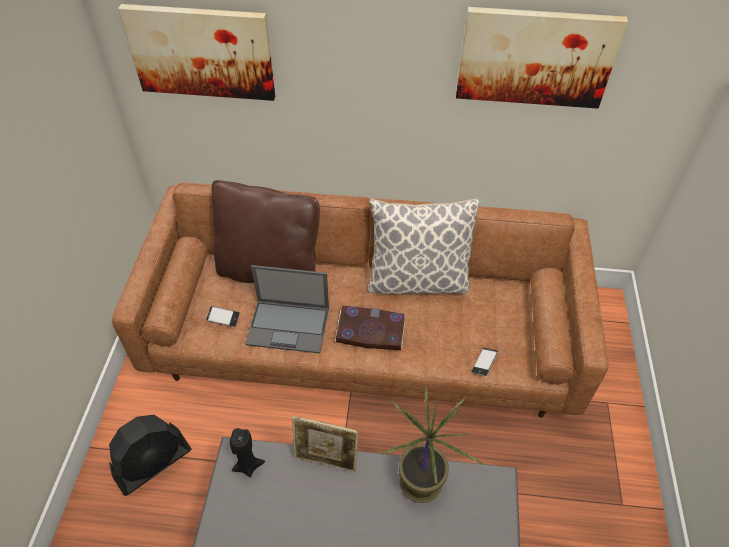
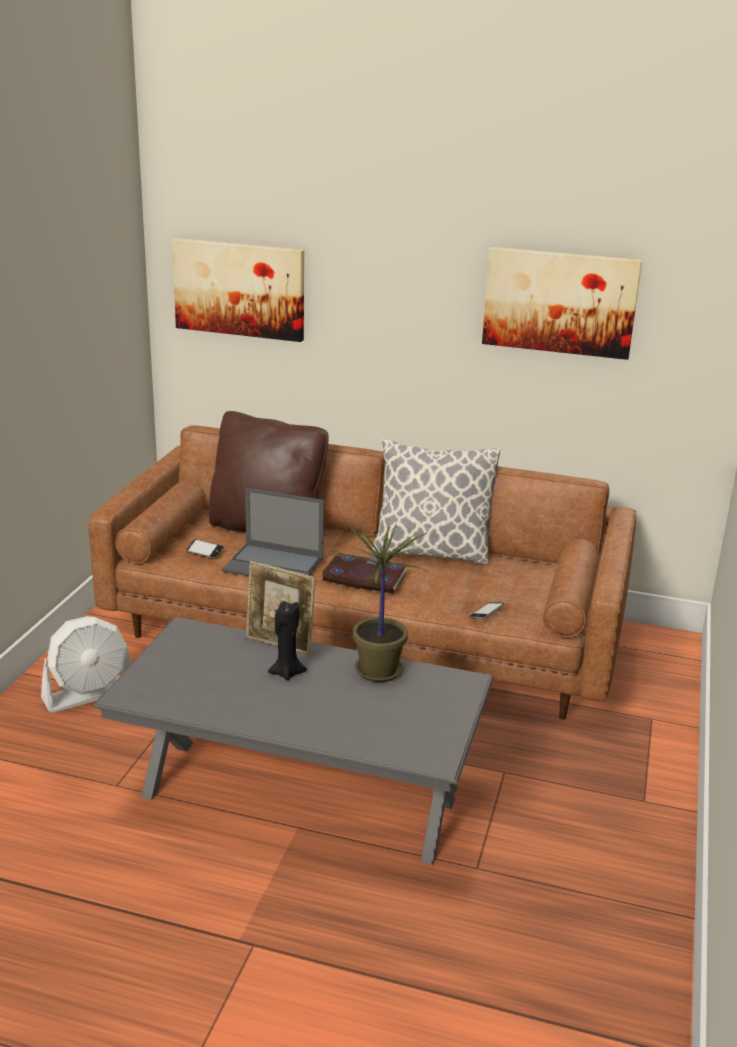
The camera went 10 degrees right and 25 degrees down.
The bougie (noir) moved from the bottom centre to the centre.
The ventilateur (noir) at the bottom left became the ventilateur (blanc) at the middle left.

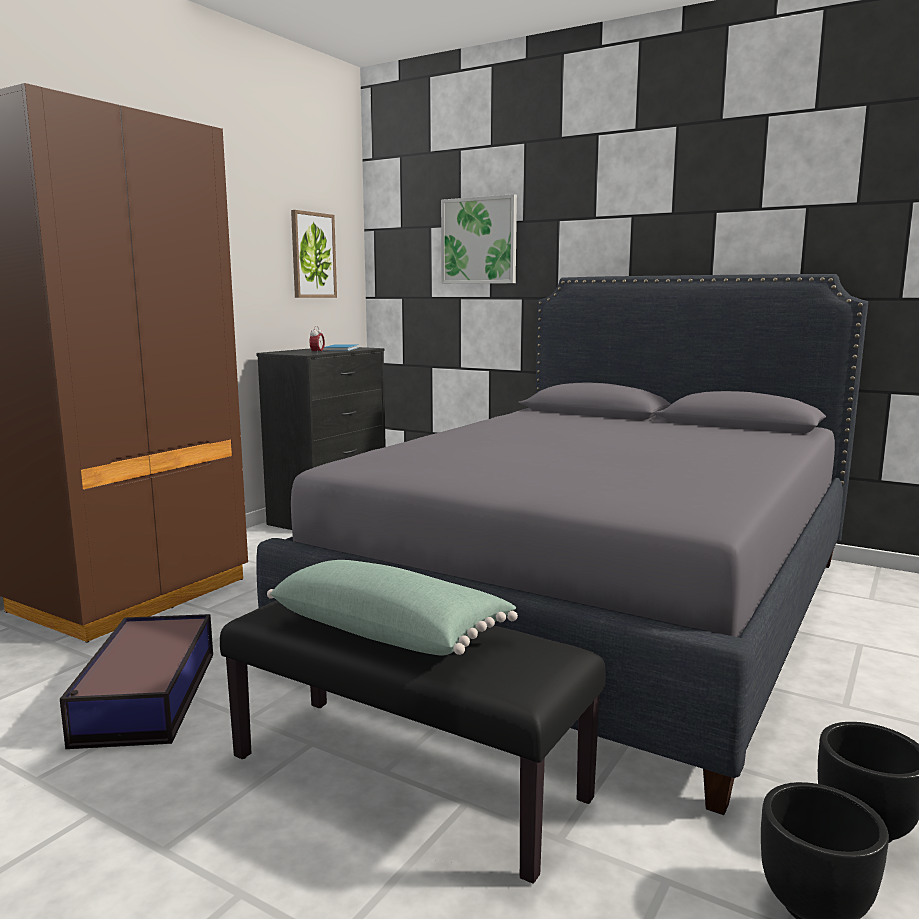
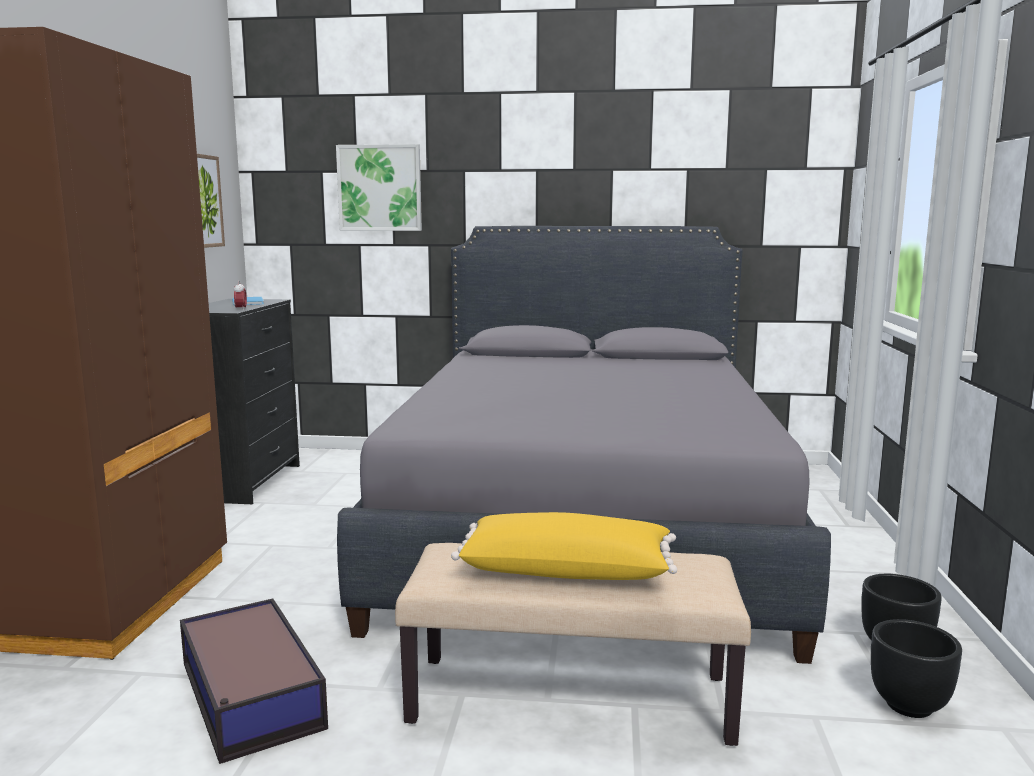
The camera went 25 degrees left and 0 degrees up.
The banc (noir) at the bottom centre became the banc (beige) at the bottom centre.
The coussin (vert) at the centre became the coussin (jaune) at the bottom centre.

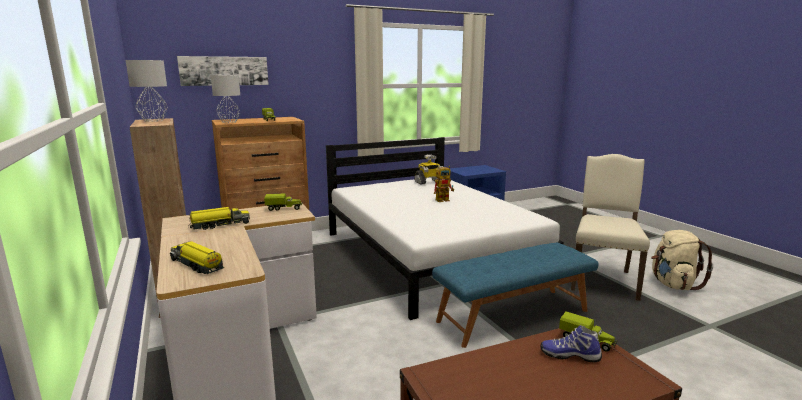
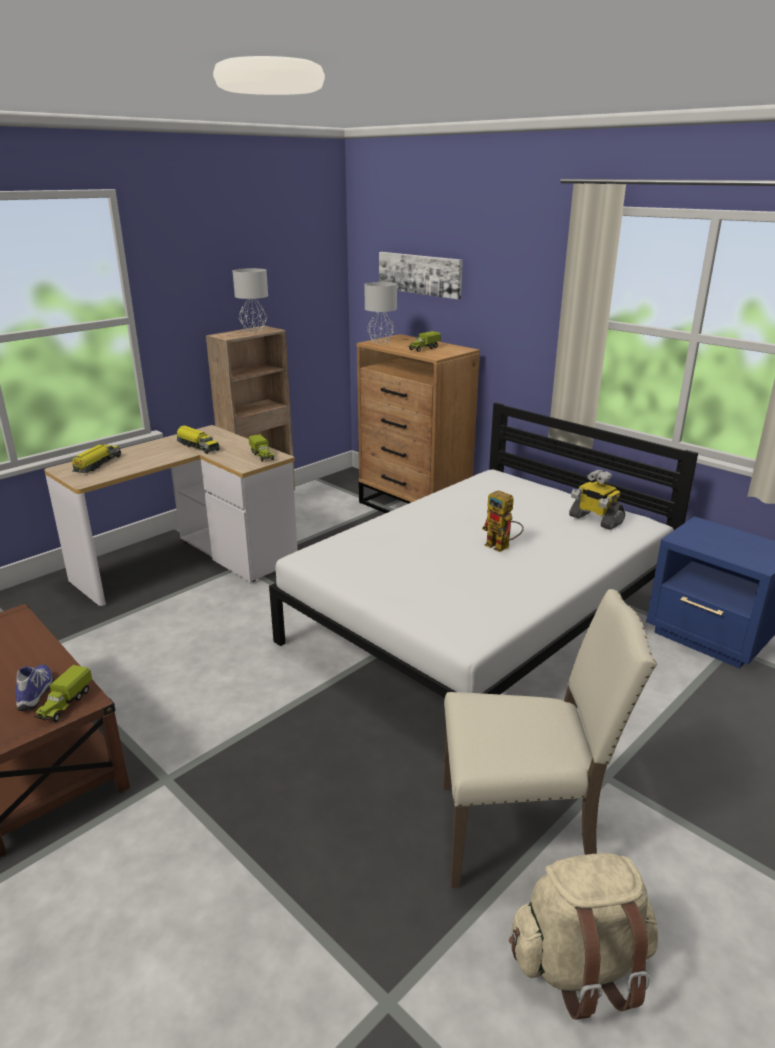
The camera went 70 degrees right and 10 degrees up.
The banc (bleu) at the bottom centre disappeared.

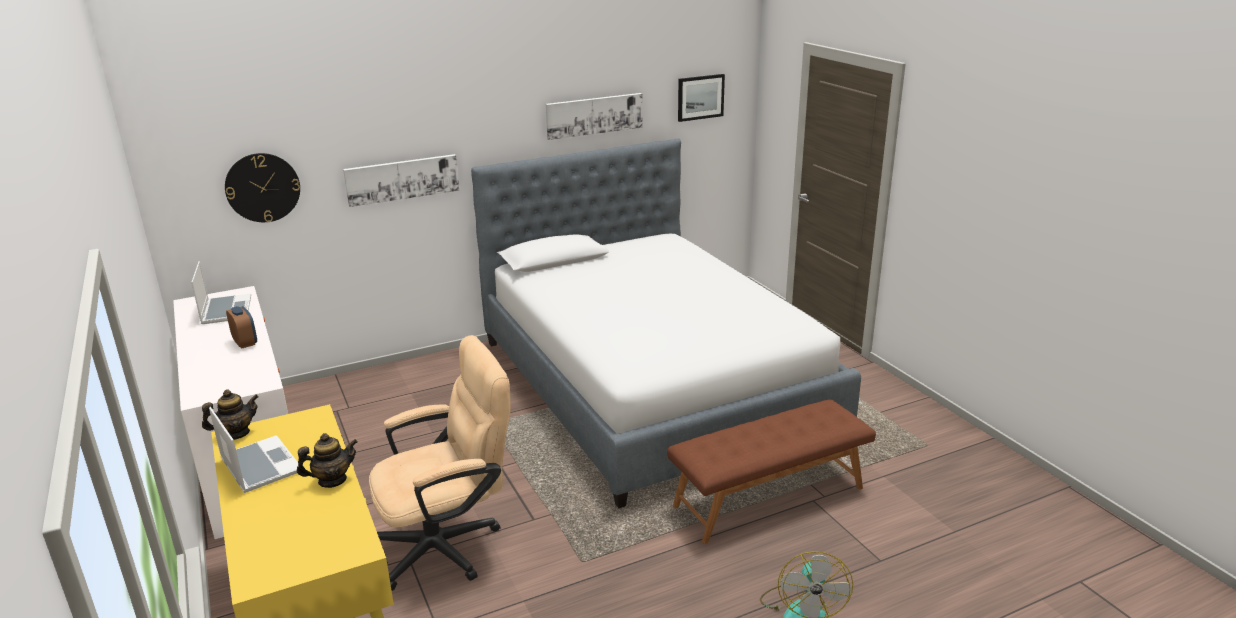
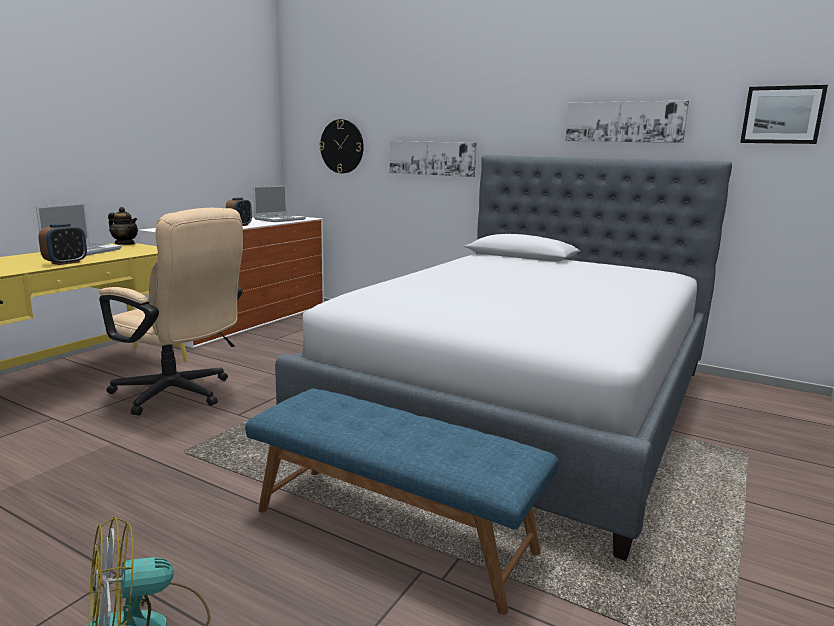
The camera went 55 degrees right and 10 degrees down.
The théière (no. 2 from left) at the bottom left was replaced by the réveil (no. 1 from left) at the middle left.
The banc (marron) at the bottom centre became the banc (bleu) at the bottom centre.

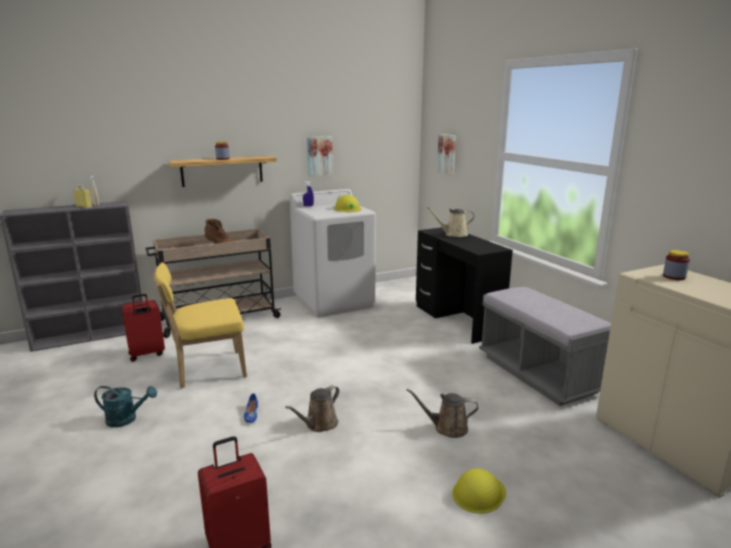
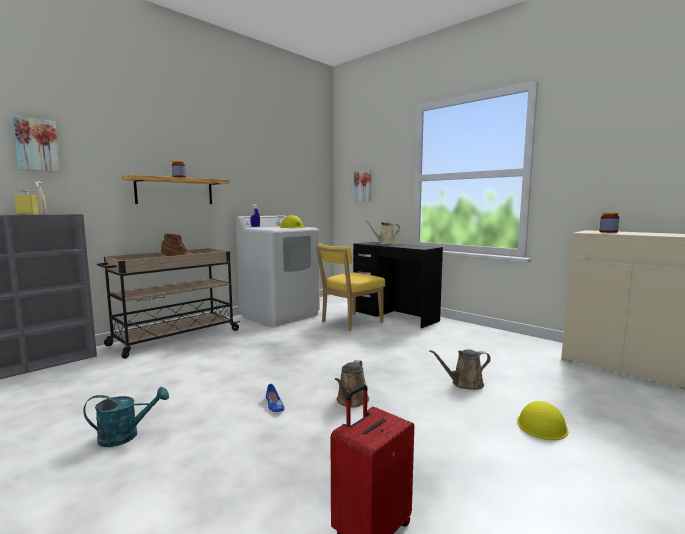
The camera went 20 degrees left and 10 degrees down.
The valise (rouge) (no. 1 from left) at the middle left disappeared.
The banc (gris) at the middle right disappeared.
The chaise (jaune) moved from the middle left to the centre.
The tableau (no. 1 from left) moved from the top centre to the top left.

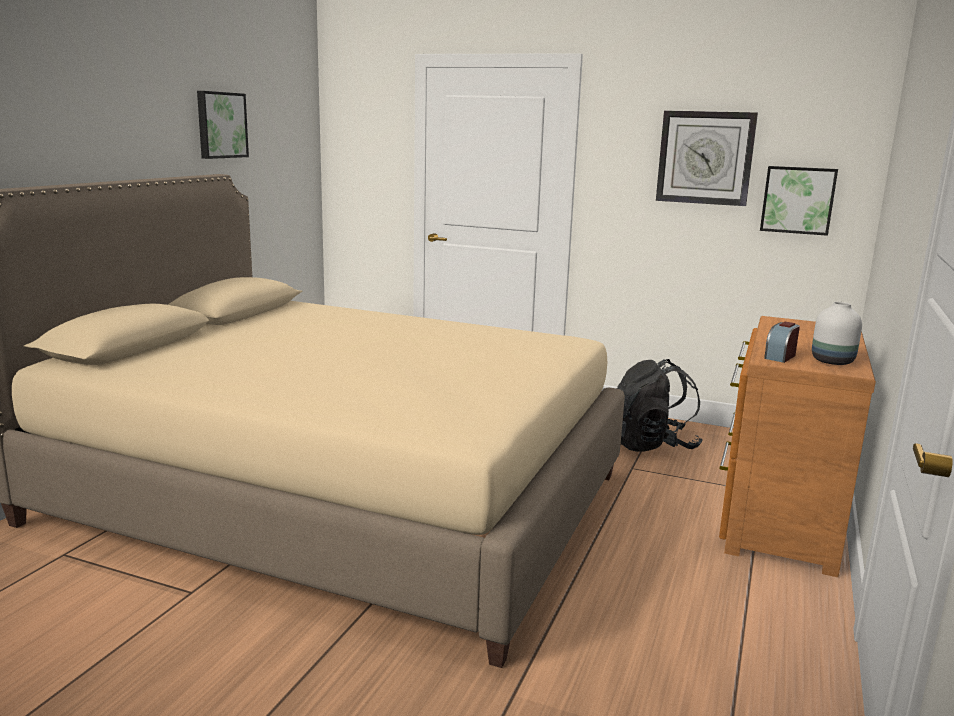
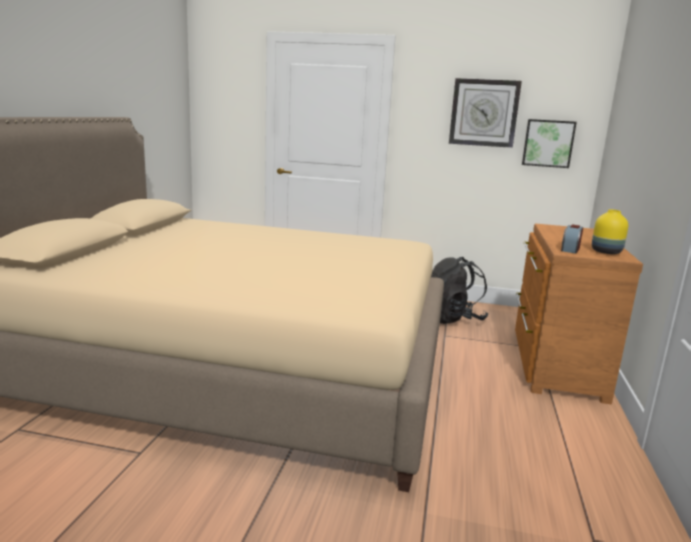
The camera went 10 degrees left and 0 degrees up.
The tableau (no. 1 from left) at the top left disappeared.
The vase (blanc) at the middle right became the vase (jaune) at the middle right.

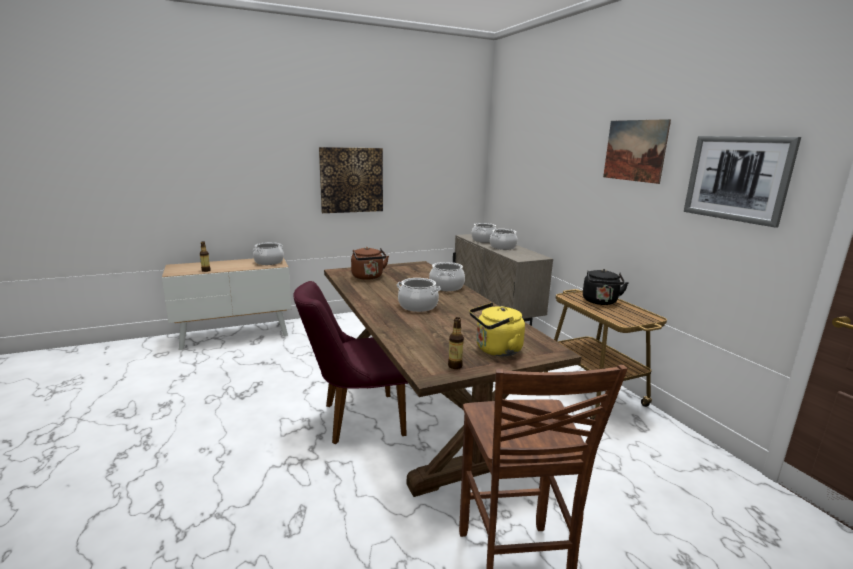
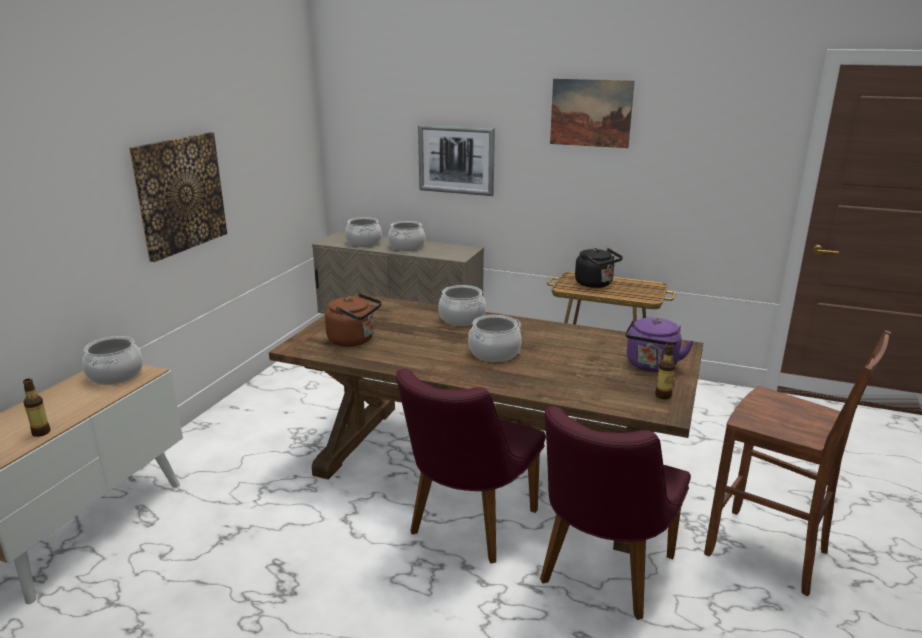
The camera went 45 degrees left and 5 degrees up.
The chaise (violet) (no. 2 from left) at the bottom right appeared.
The tableau (no. 3 from left in the first image) moved from the top right to the top centre.
The bouilloire (jaune) at the centre became the bouilloire (violet) at the middle right.

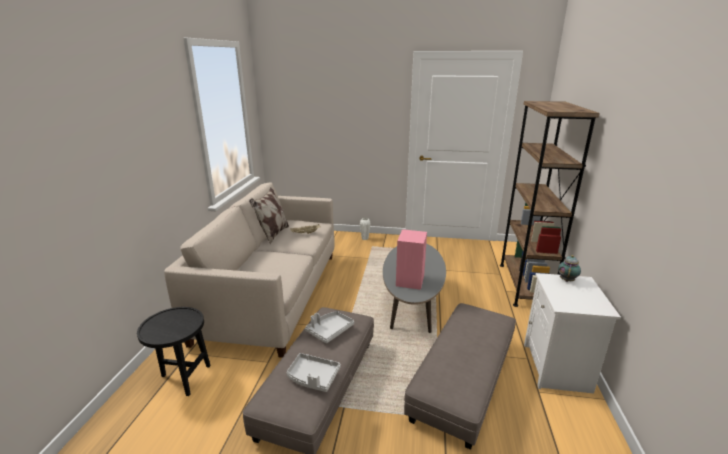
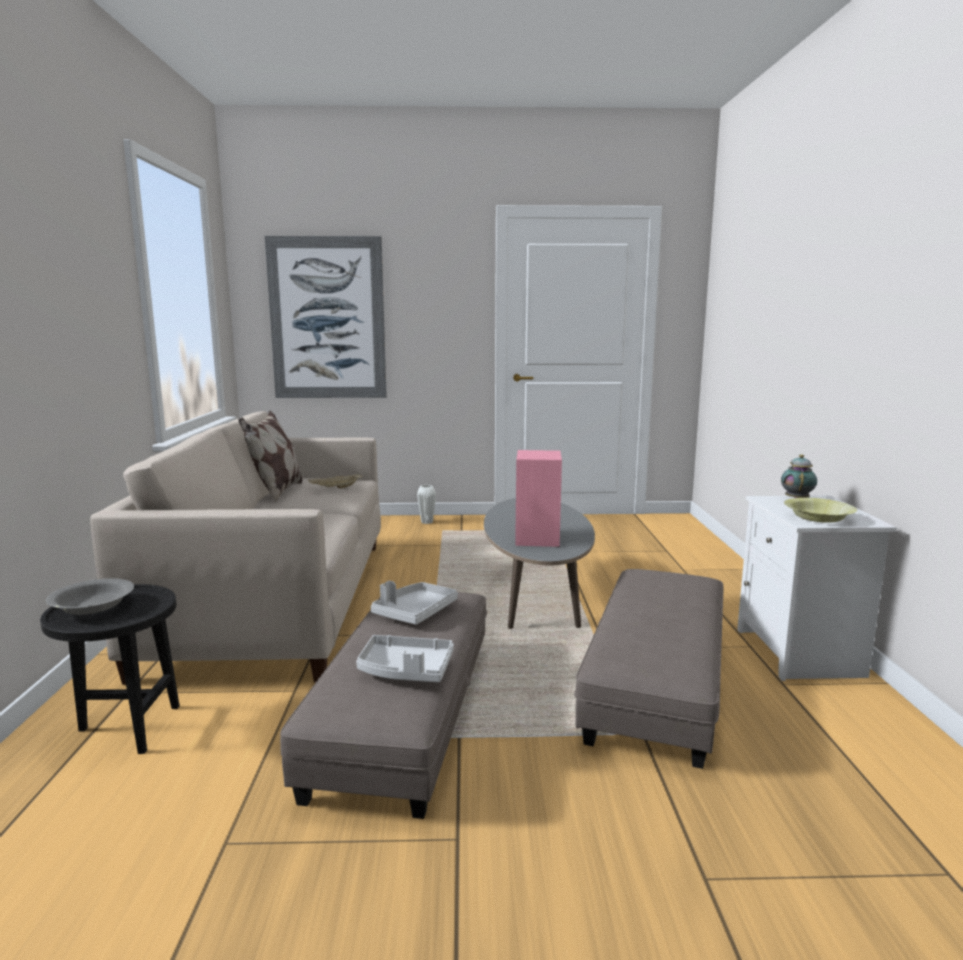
The camera went 10 degrees left and 10 degrees down.
The bibliothèque (marron) at the middle right disappeared.
The bol (gris) at the middle left appeared.
The tableau at the top centre appeared.
The bol (jaune) at the middle right appeared.

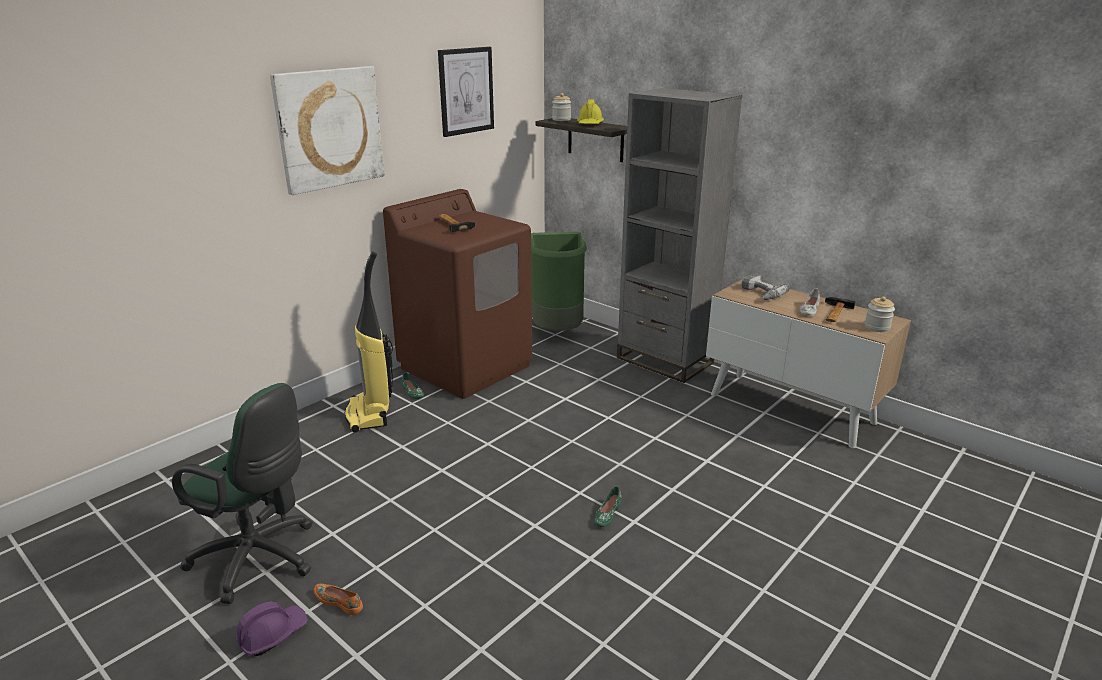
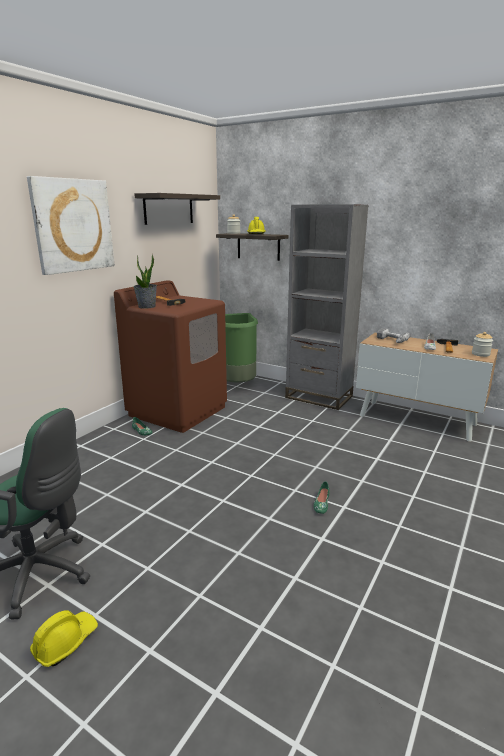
The camera went 10 degrees left and 5 degrees down.
The chaussure (orange) at the bottom left disappeared.
The aspirateur at the centre disappeared.
The plante en pot at the middle left appeared.
The tableau (no. 2 from left) at the top centre was replaced by the étagère (no. 1 from left) at the top centre.
The casque de chantier (violet) at the bottom left became the casque de chantier (jaune) (no. 1 from left) at the bottom left.

